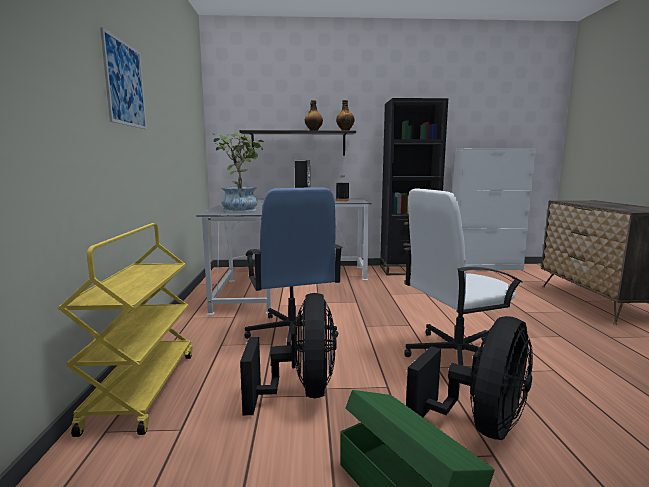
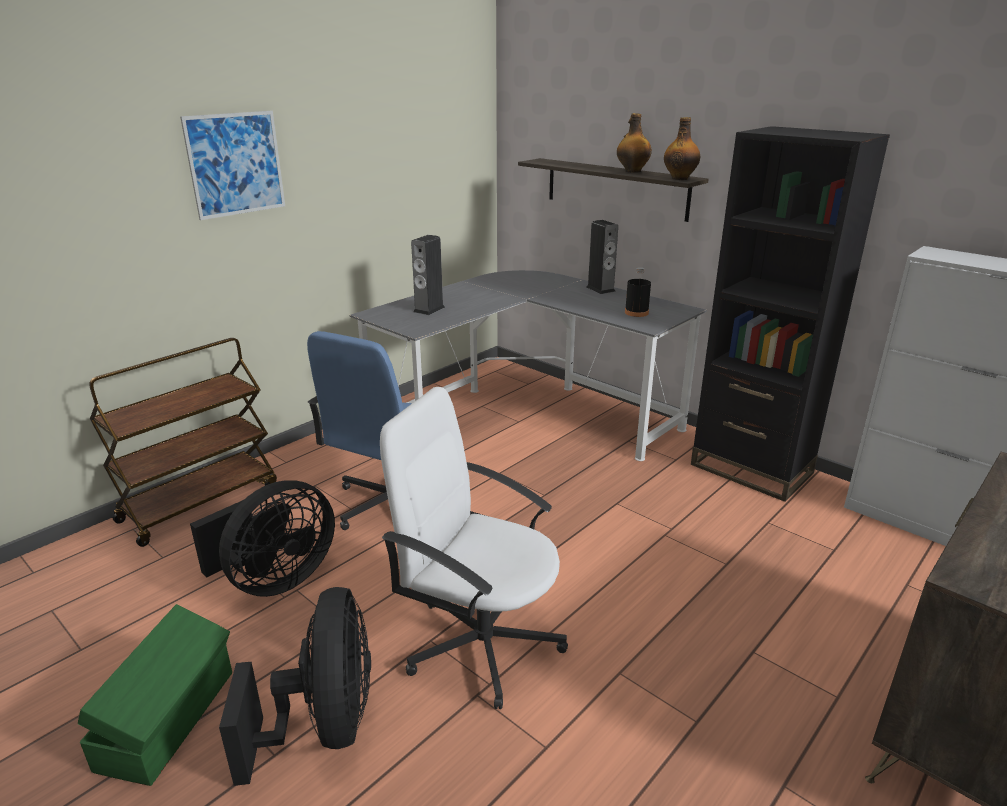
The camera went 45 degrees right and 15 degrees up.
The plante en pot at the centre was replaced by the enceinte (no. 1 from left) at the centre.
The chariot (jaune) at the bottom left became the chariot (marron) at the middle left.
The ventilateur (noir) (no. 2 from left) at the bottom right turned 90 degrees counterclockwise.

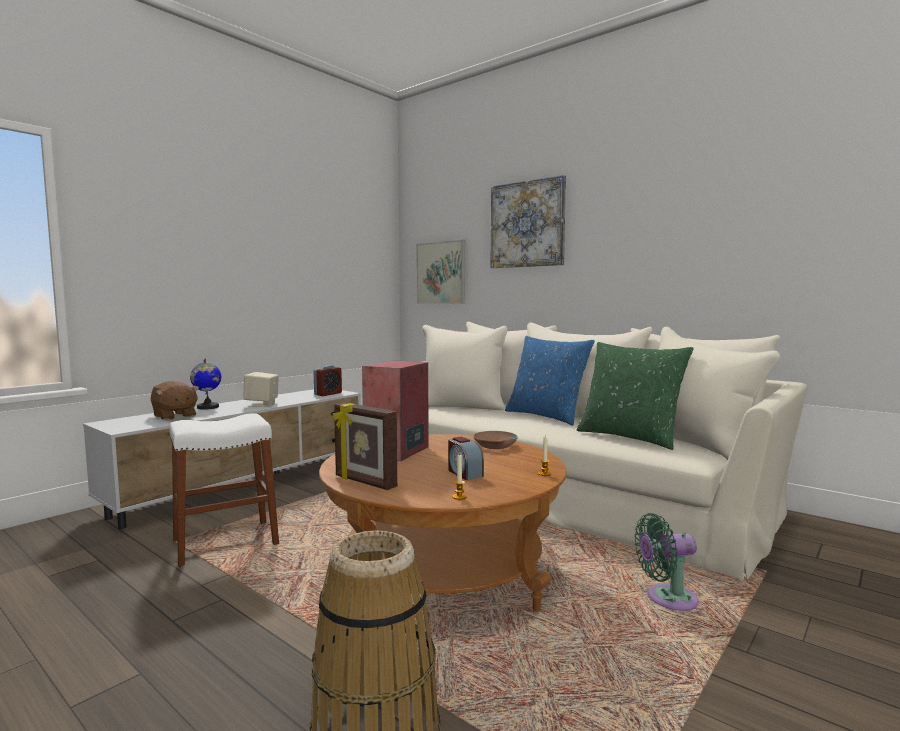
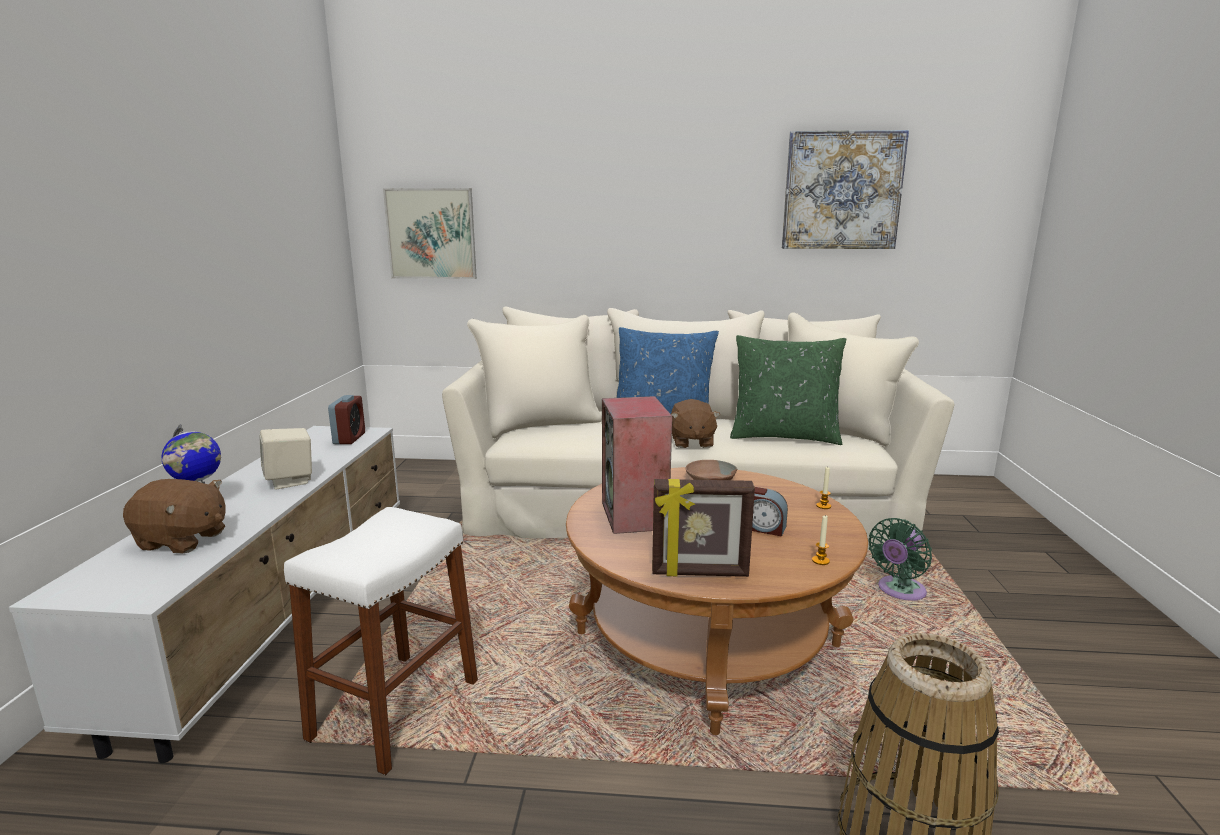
The camera went 35 degrees left and 10 degrees up.
The peluche (marron) (no. 2 from left) at the centre appeared.
The tableau (no. 2 from left) moved from the top centre to the top right.

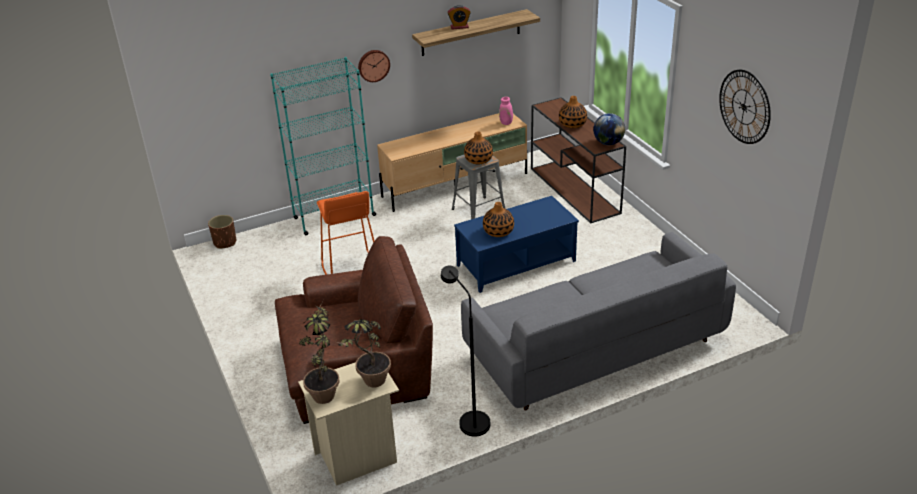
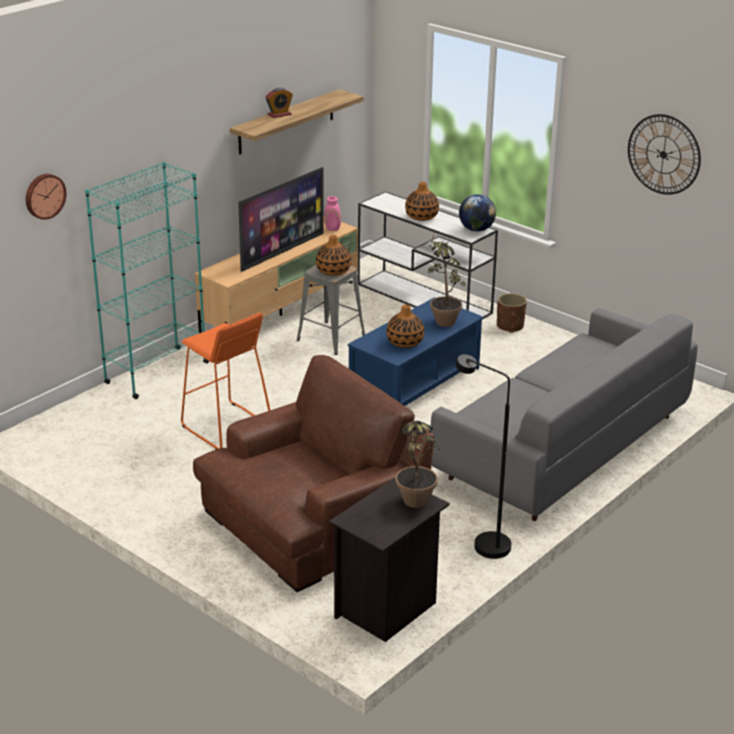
The camera went 25 degrees left and 5 degrees down.
The téléviseur at the top centre appeared.
The cache-pot (marron) moved from the middle left to the middle right.
The plante en pot (no. 1 from left in the first image) moved from the bottom centre to the centre.
The horloge murale (no. 1 from left) moved from the top centre to the top left.
The table de chevet (beige) at the bottom centre became the table de chevet (noir) at the bottom centre.
The table console (marron) at the top centre became the table console (blanc) at the centre.

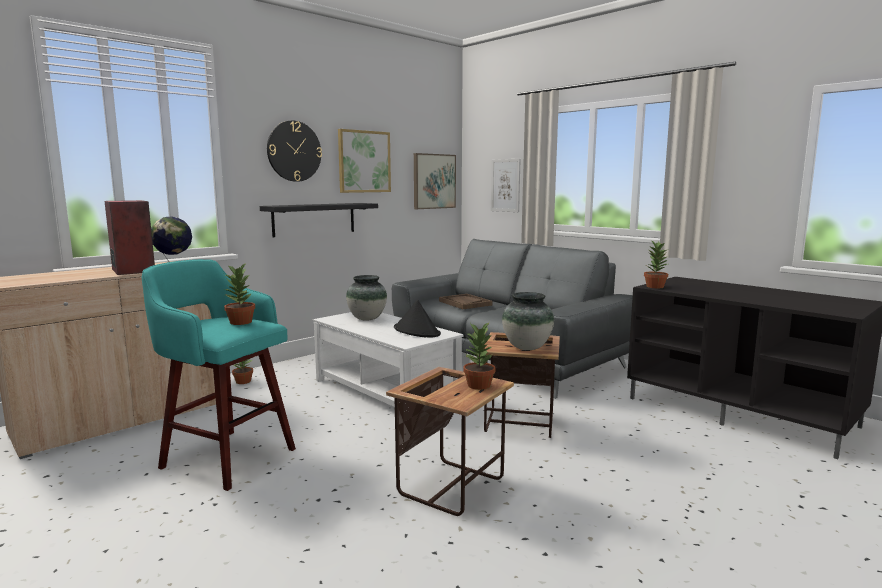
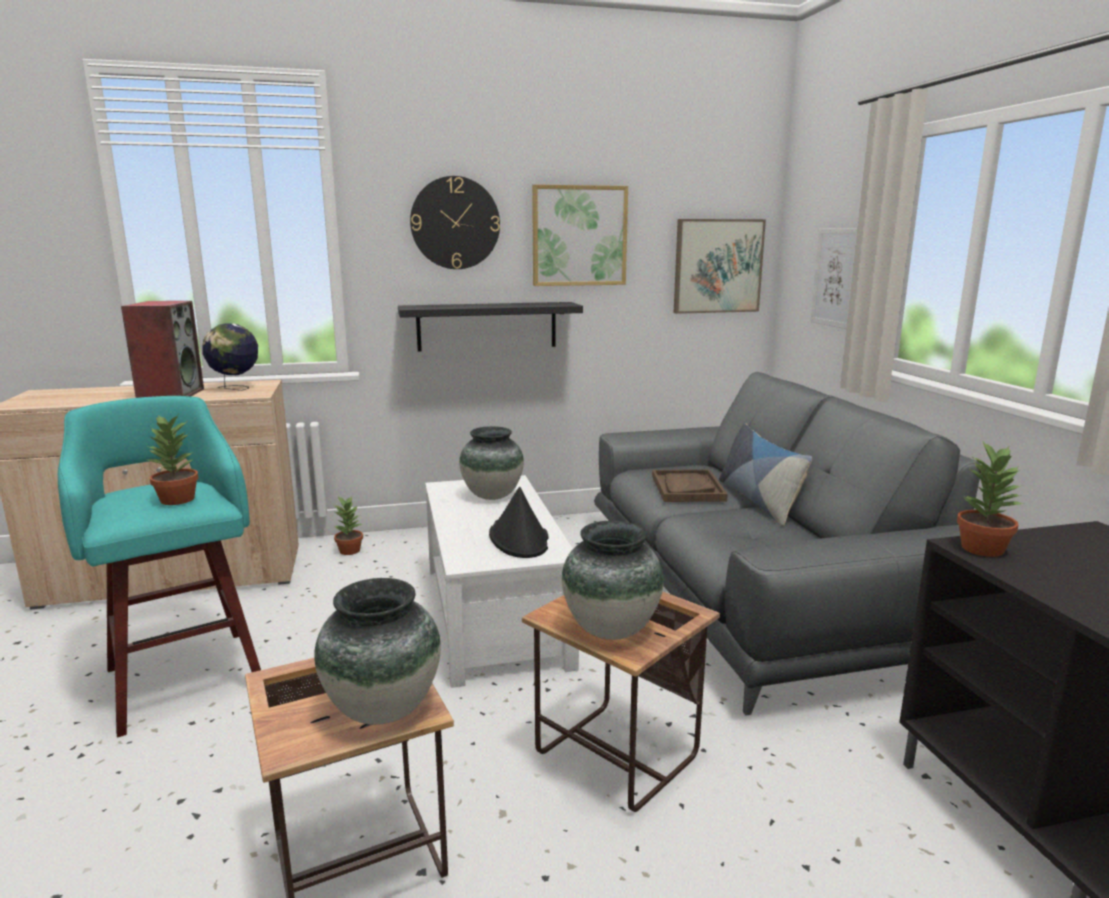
The camera went 30 degrees right and 5 degrees up.
The coussin at the middle right appeared.
The plante en pot (no. 3 from left) at the centre was replaced by the vase (no. 1 from left) at the bottom centre.

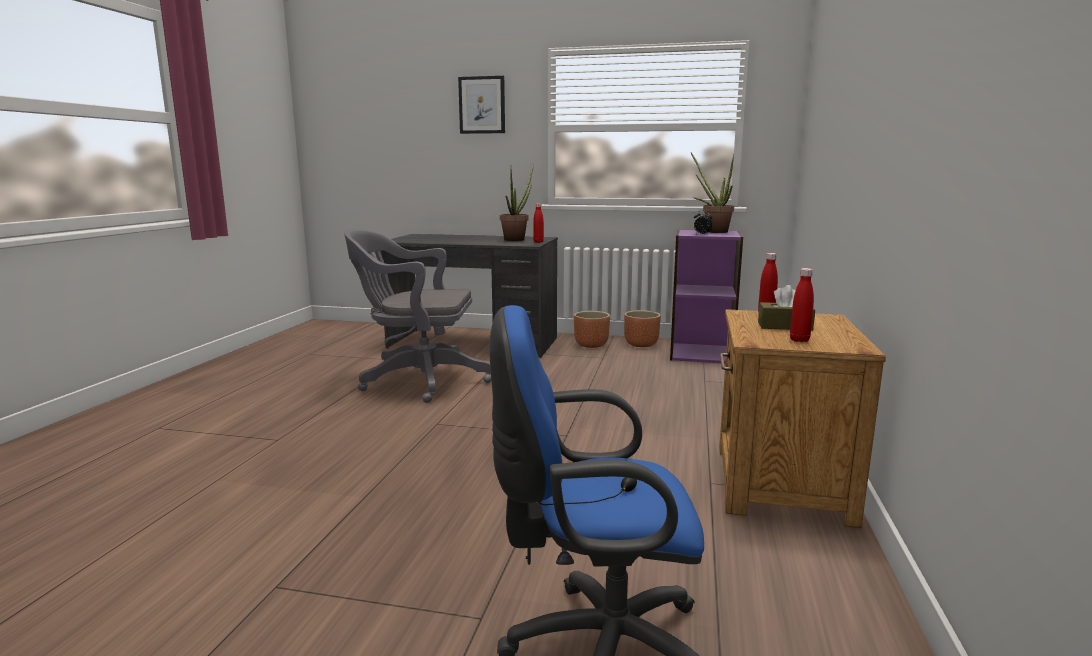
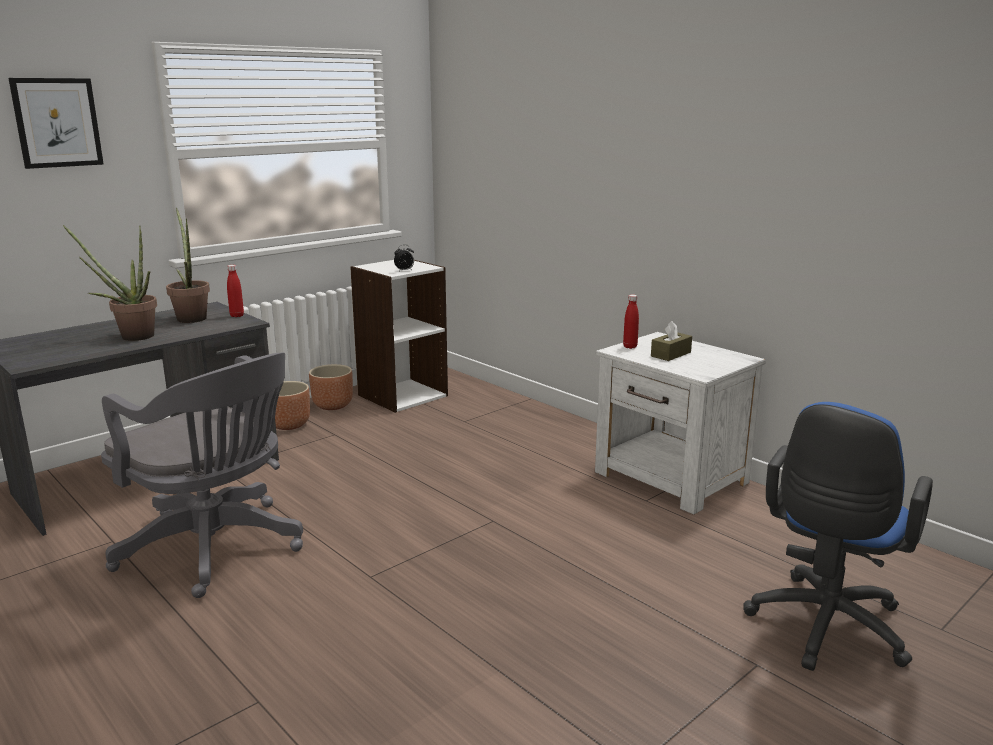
The camera went 55 degrees left and 5 degrees up.
The bouteille (rouge) (no. 3 from left) at the middle right disappeared.
The plante en pot (no. 2 from left in the first image) moved from the top centre to the middle left.
The bibliothèque (violet) at the centre became the bibliothèque (blanc) at the centre.
The table de chevet (marron) at the middle right became the table de chevet (blanc) at the middle right.
The chaise de bureau (gris) at the centre turned 90 degrees counterclockwise.

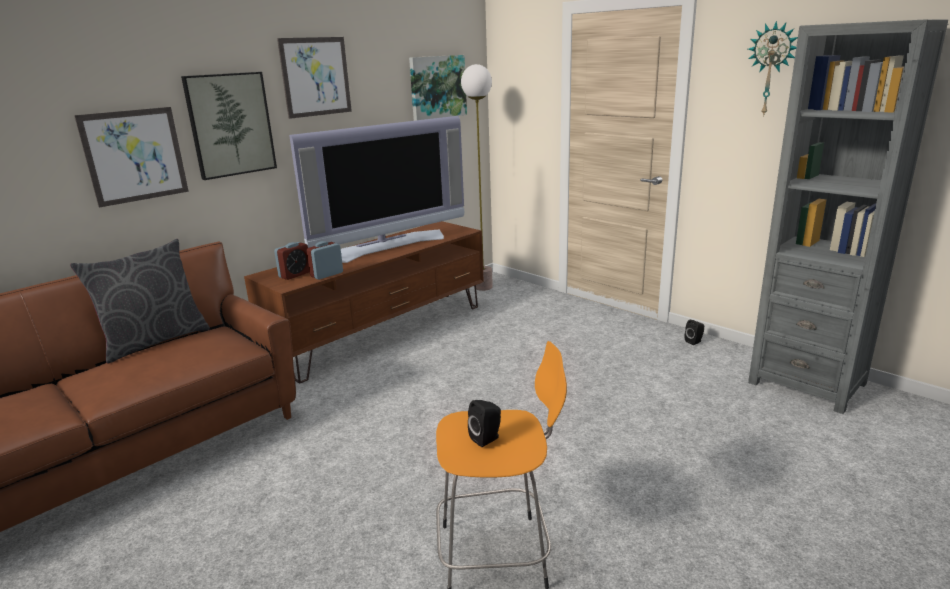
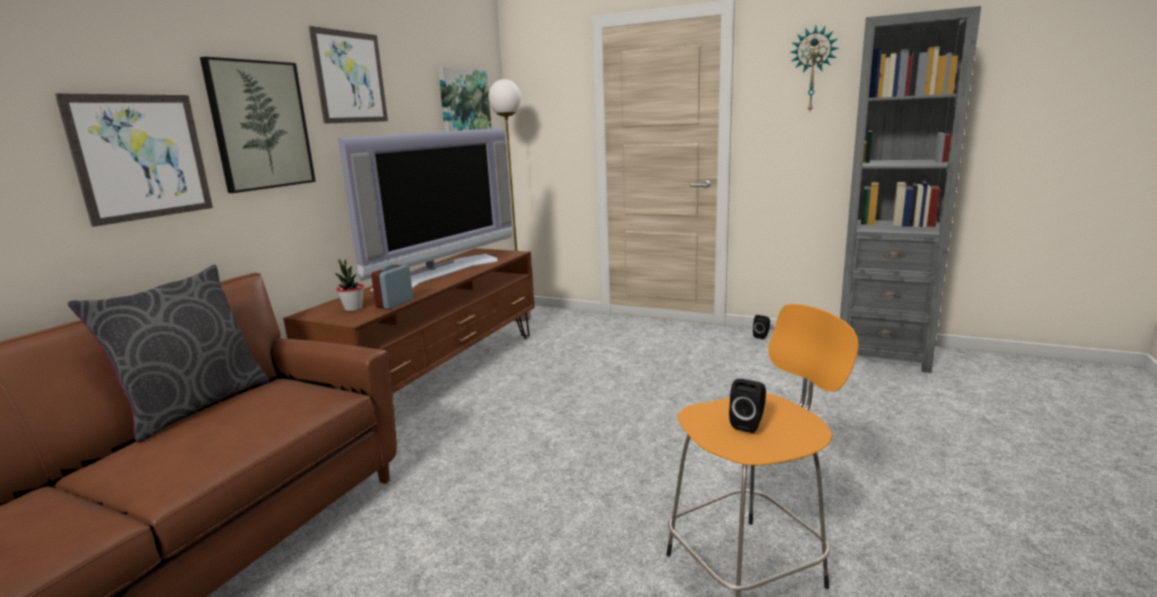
The camera went 20 degrees left and 5 degrees down.
The réveil (no. 1 from left) at the middle left was replaced by the plante en pot at the middle left.

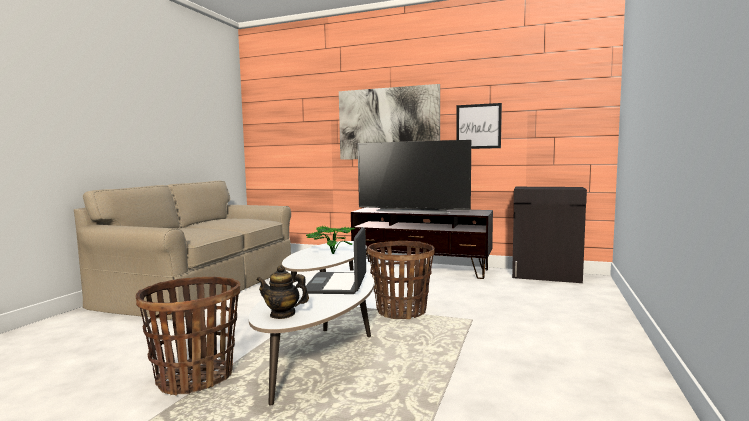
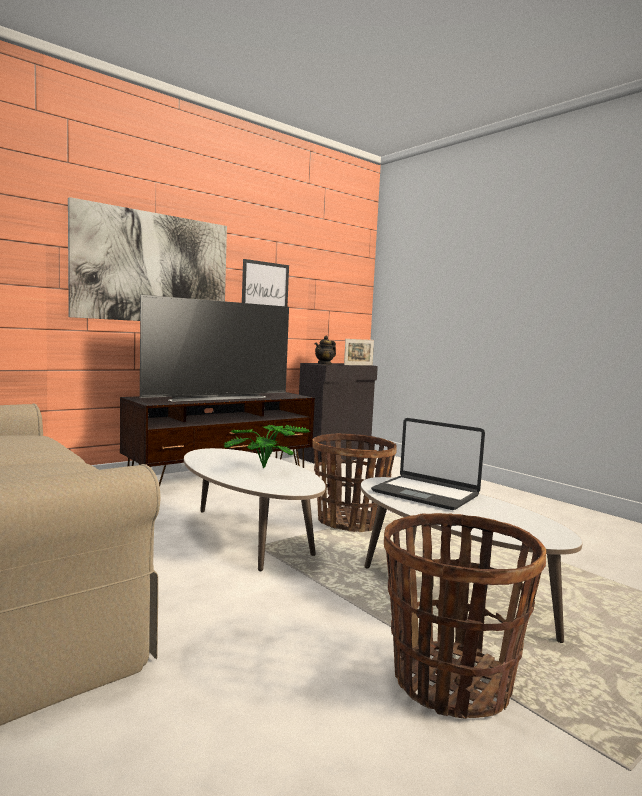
The camera went 60 degrees left and 0 degrees up.
The cadre photo at the centre appeared.
The théière moved from the bottom centre to the centre.

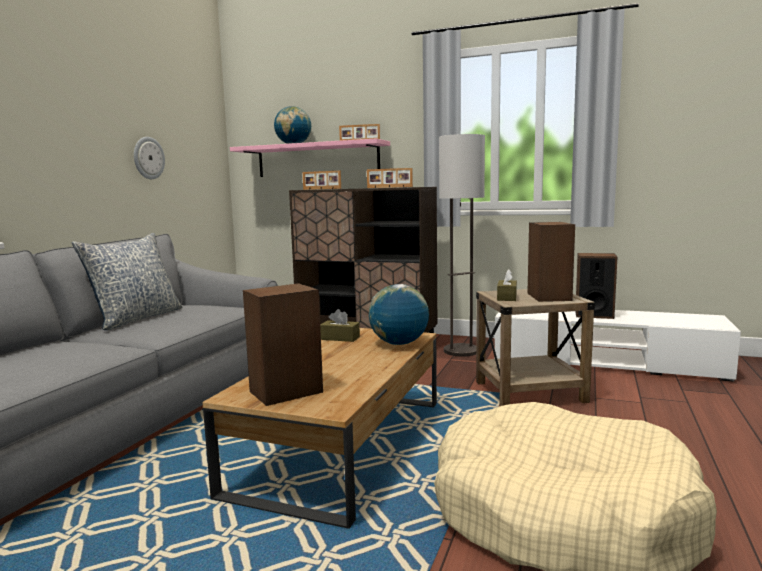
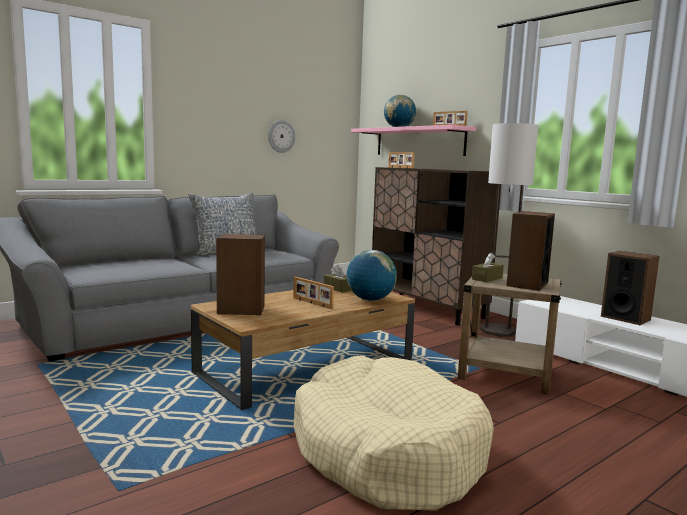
The camera went 30 degrees right and 0 degrees up.
The cadre photo (no. 3 from left in the first image) moved from the top centre to the centre.

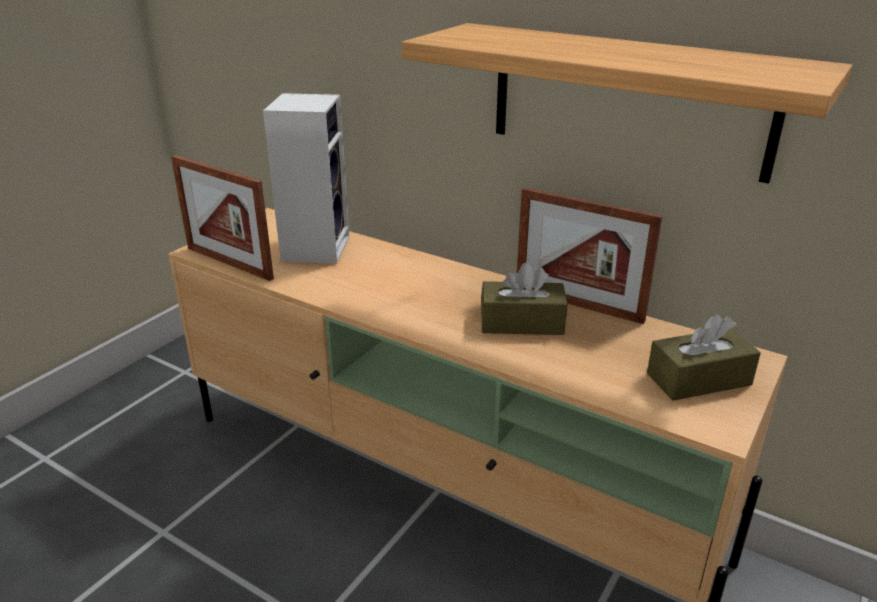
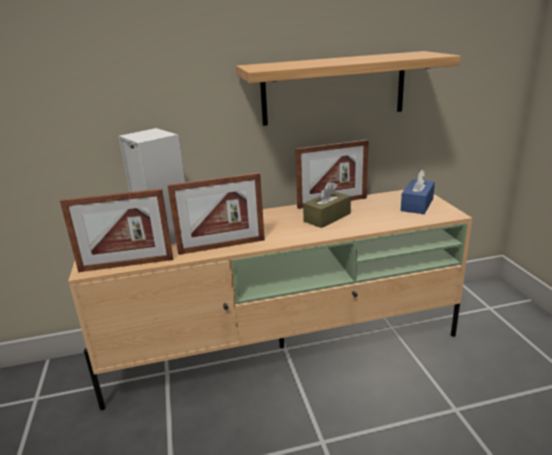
The camera went 45 degrees left and 5 degrees down.
The cadre photo (no. 2 from left) at the centre appeared.
The boîte à mouchoirs (marron) (no. 2 from left) at the middle right became the boîte à mouchoirs (bleu) at the middle right.

